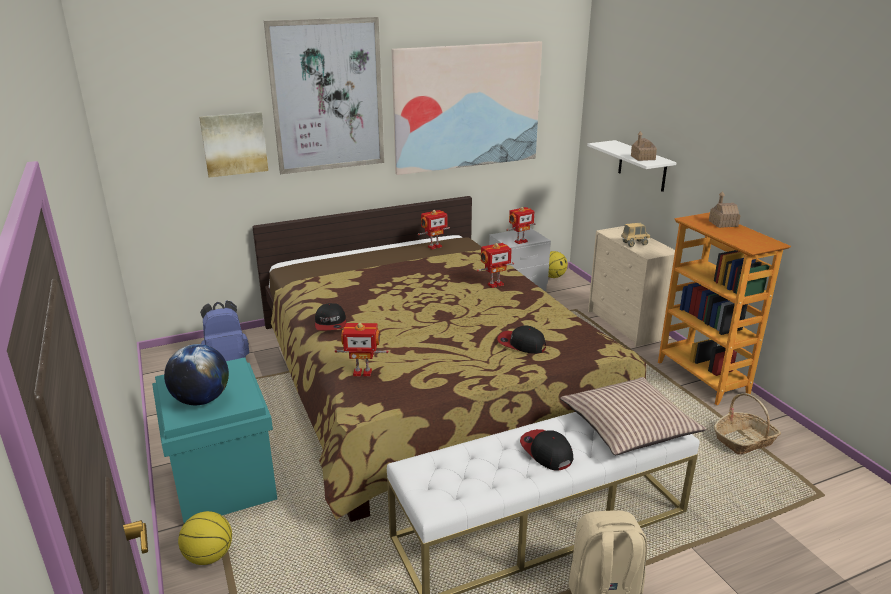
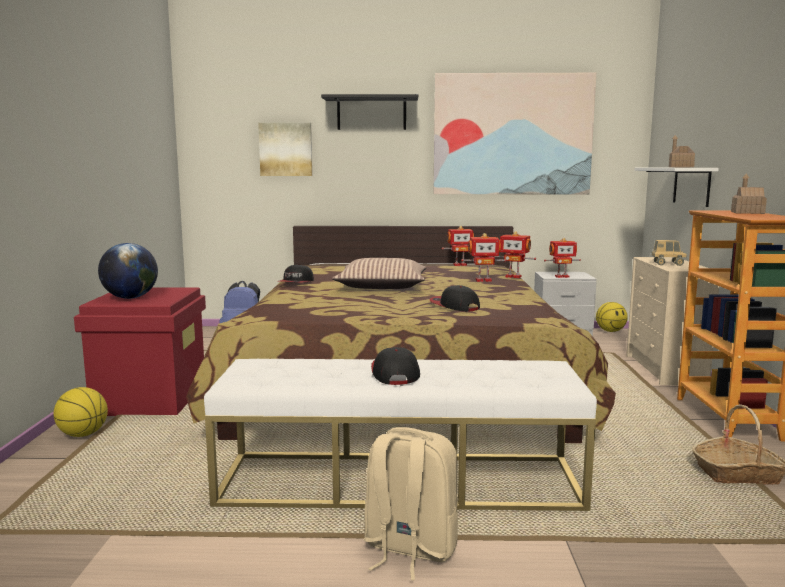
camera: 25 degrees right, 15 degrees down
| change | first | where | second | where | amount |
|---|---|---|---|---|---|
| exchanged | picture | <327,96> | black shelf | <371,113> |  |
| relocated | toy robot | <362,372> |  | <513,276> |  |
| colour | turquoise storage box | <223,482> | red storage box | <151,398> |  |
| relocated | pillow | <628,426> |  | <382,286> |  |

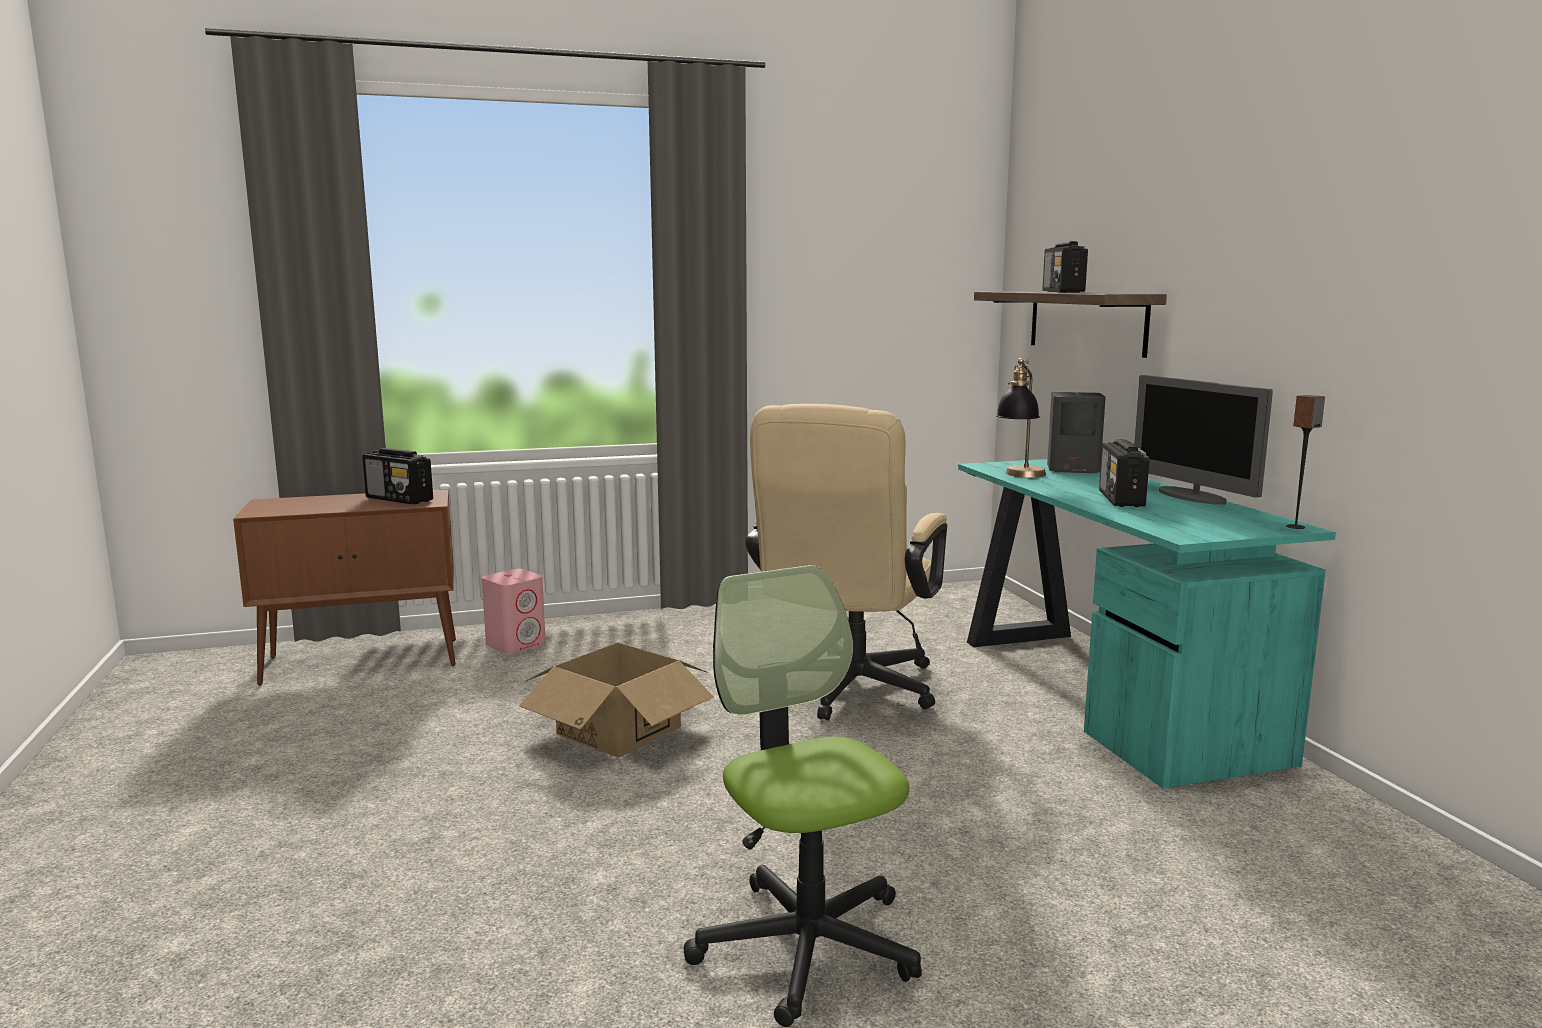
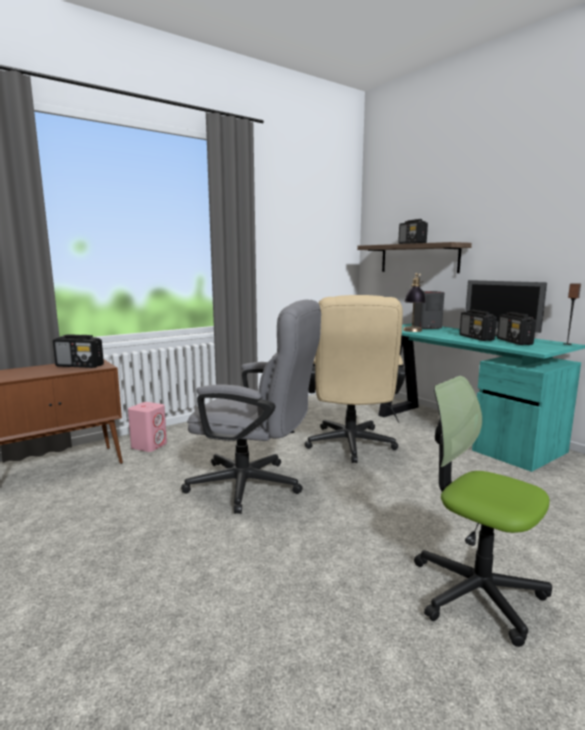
camera: 20 degrees left, 0 degrees up
| change | first | where | second | where | amount |
|---|---|---|---|---|---|
| exchanged | cardboard box | <618,730> | grey office chair | <255,486> |  |
| appeared |  |  | radio | <514,342> |  |

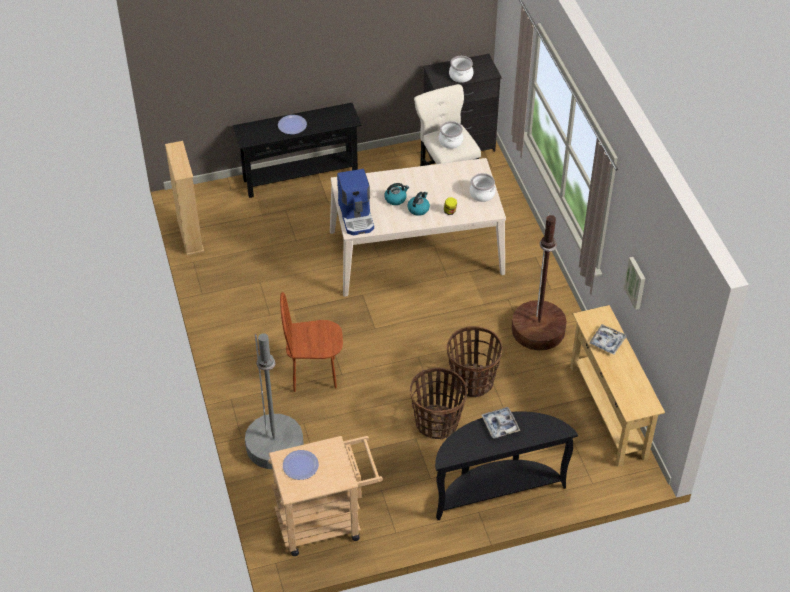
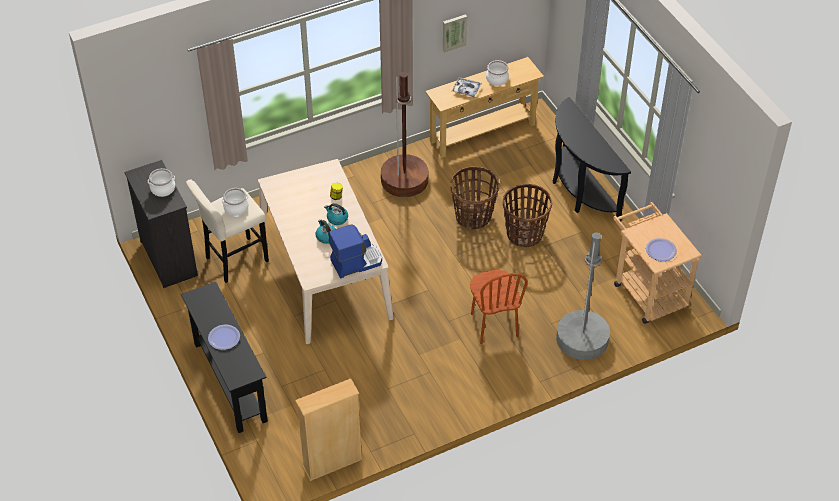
camera: 100 degrees left, 0 degrees up
| change | first | where | second | where | amount |
|---|---|---|---|---|---|
| relocated | cooking pot | <482,194> |  | <497,79> |  |
| missing | tray | <500,425> |  |  |  |

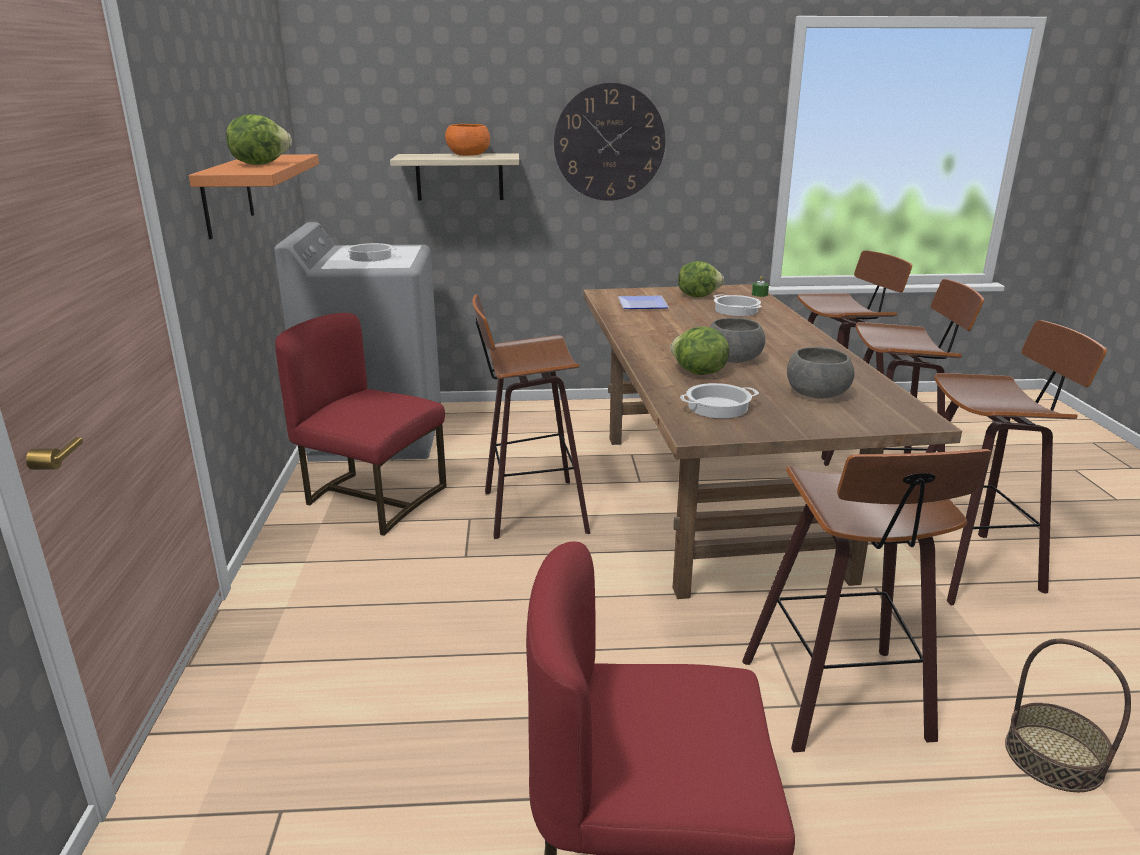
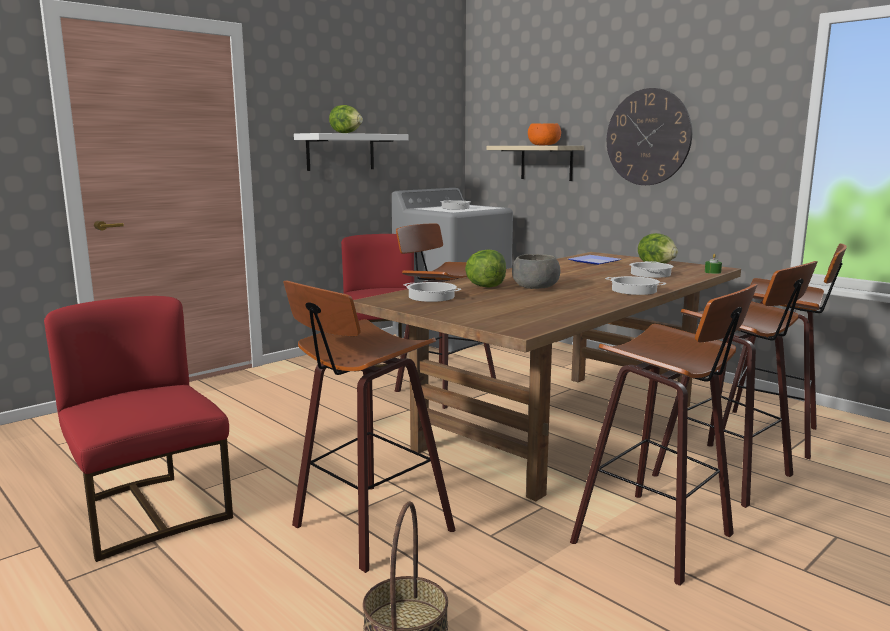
camera: 50 degrees right, 10 degrees down
| change | first | where | second | where | amount |
|---|---|---|---|---|---|
| colour | orange shelf | <227,195> | white shelf | <340,152> |  |
| missing | grey bowl | <816,394> |  |  |  |
| appeared |  |  | cooking pot | <633,290> |  |

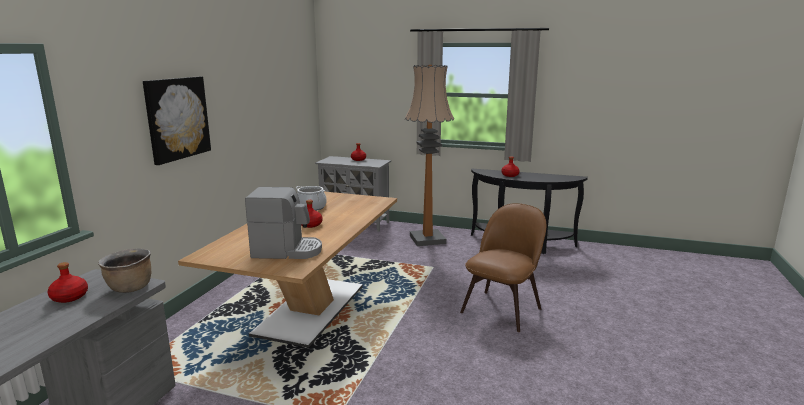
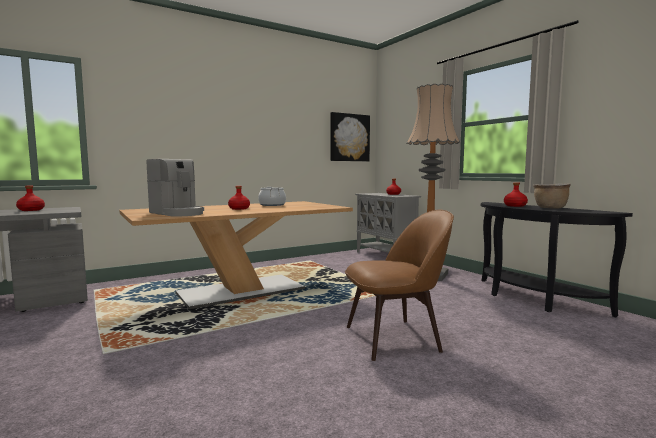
camera: 40 degrees right, 10 degrees down
| change | first | where | second | where | amount |
|---|---|---|---|---|---|
| relocated | picture | <177,118> |  | <349,137> |  |
| relocated | brown cooking pot | <130,288> |  | <550,208> |  |

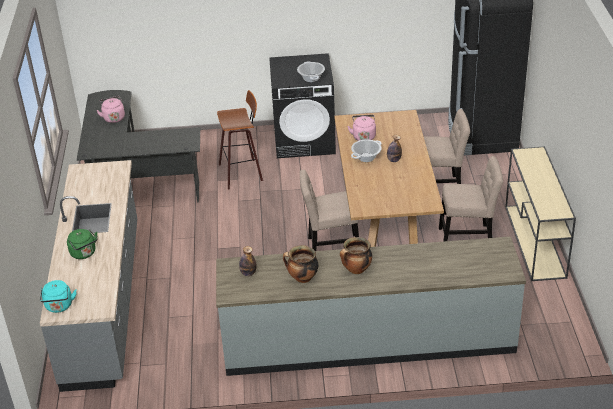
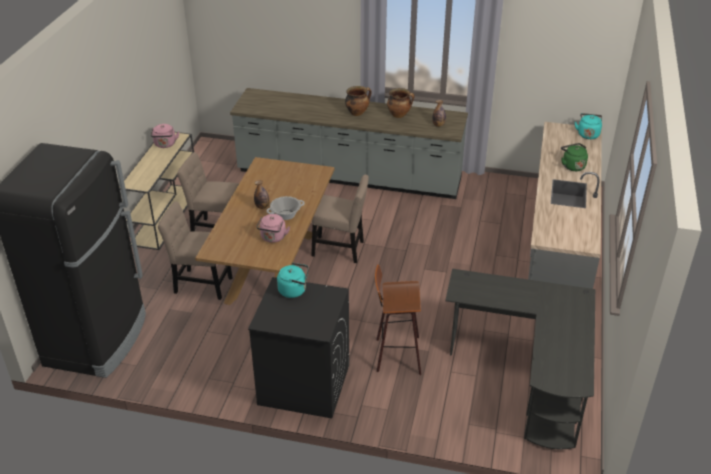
camera: 165 degrees left, 0 degrees up
| change | first | where | second | where | amount |
|---|---|---|---|---|---|
| exchanged | cooking pot | <311,78> | turquoise kettle | <294,290> |  |
| relocated | pink kettle | <113,117> |  | <165,145> |  |

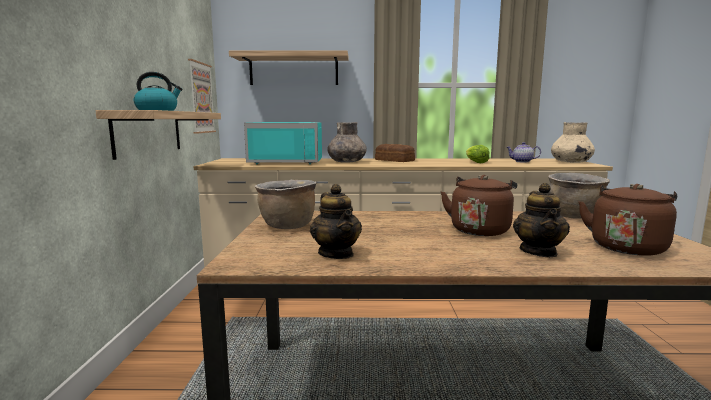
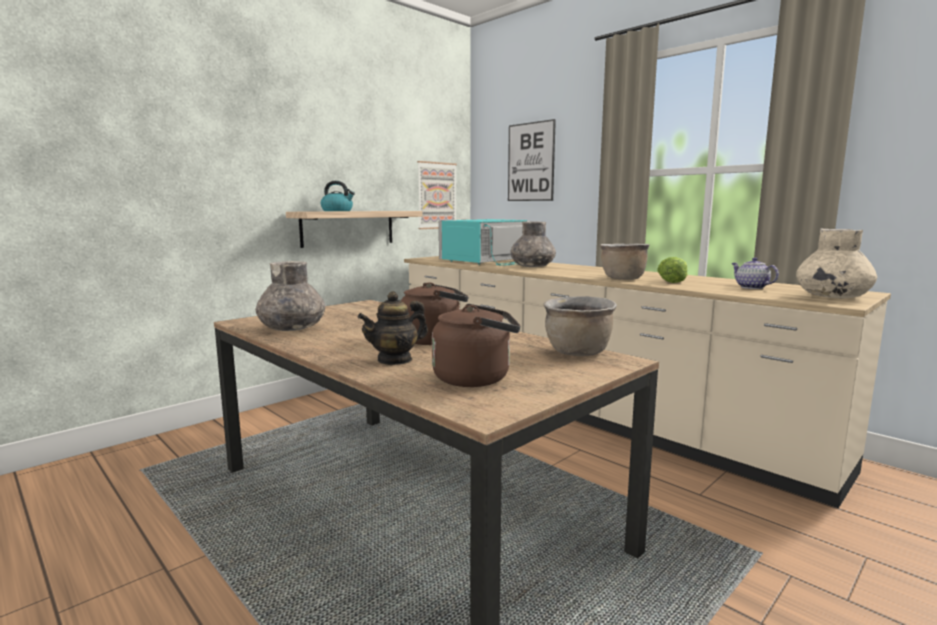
camera: 45 degrees right, 0 degrees up
| change | first | where | second | where | amount |
|---|---|---|---|---|---|
| exchanged | shelf | <293,70> | picture | <531,162> |  |
| spun | turquoise microwave | <288,161> |  | <487,261> | 90 degrees clockwise |
| missing | bread | <394,160> |  |  |  |
| relocated | brown cooking pot | <287,226> |  | <622,279> |  |
| exchanged | teapot | <336,254> | grey vase | <293,329> |  |

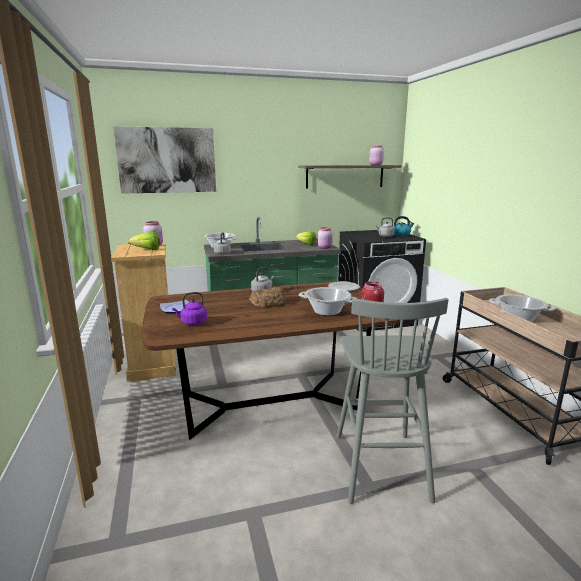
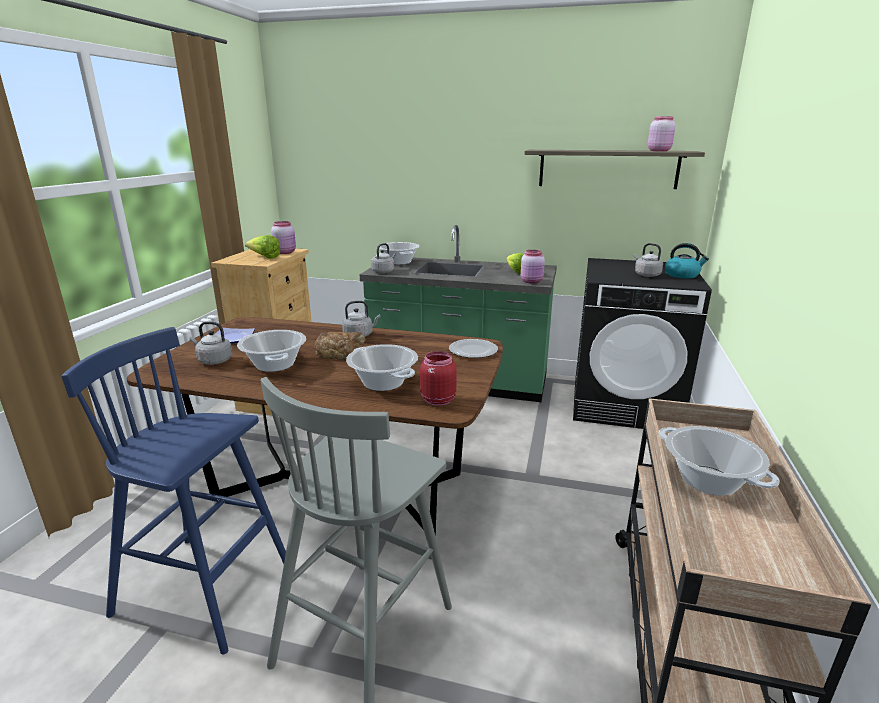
camera: 30 degrees right, 5 degrees up
| change | first | where | second | where | amount |
|---|---|---|---|---|---|
| missing | picture | <167,160> |  |  |  |
| colour | purple kettle | <192,323> | grey kettle | <213,361> |  |
| appeared |  |  | blue stool | <207,591> |  |
| appeared |  |  | cooking pot | <275,365> |  |

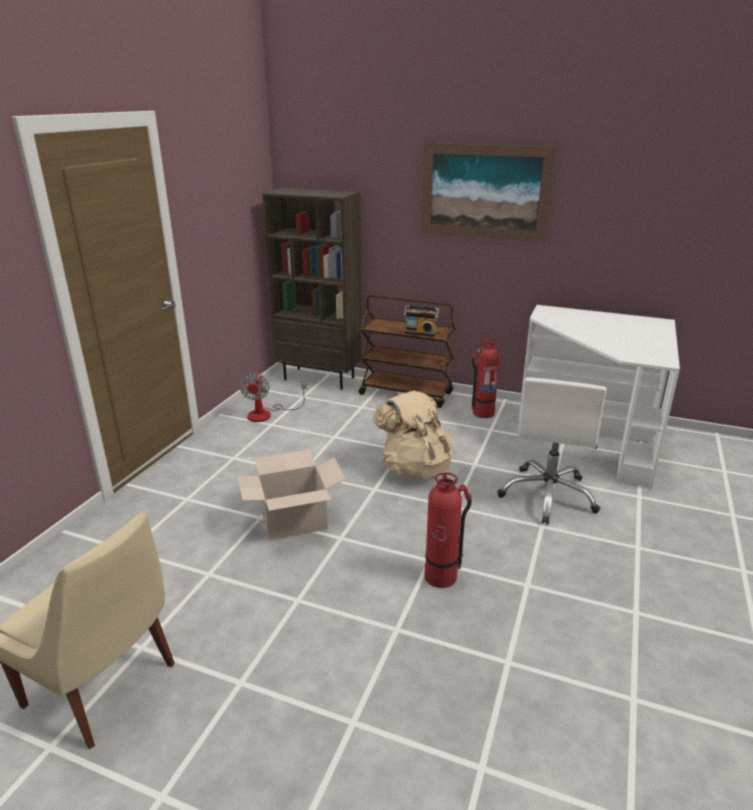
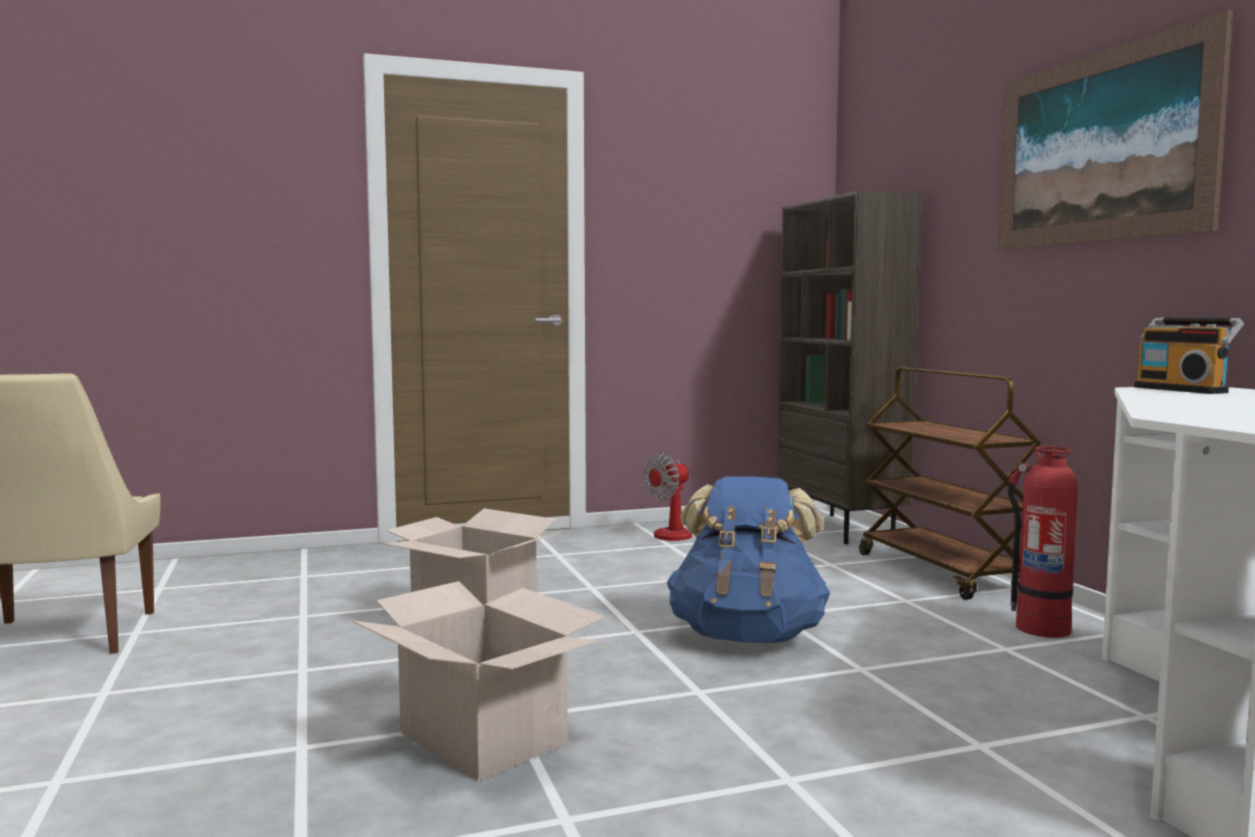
camera: 50 degrees right, 20 degrees down
| change | first | where | second | where | amount |
|---|---|---|---|---|---|
| relocated | radio | <420,333> |  | <1183,390> |  |
| missing | white office chair | <548,496> |  |  |  |
| colour | beige backpack | <414,468> | blue backpack | <747,636> |  |
| exchanged | fire extinguisher | <441,576> | cardboard box | <481,739> |  |

